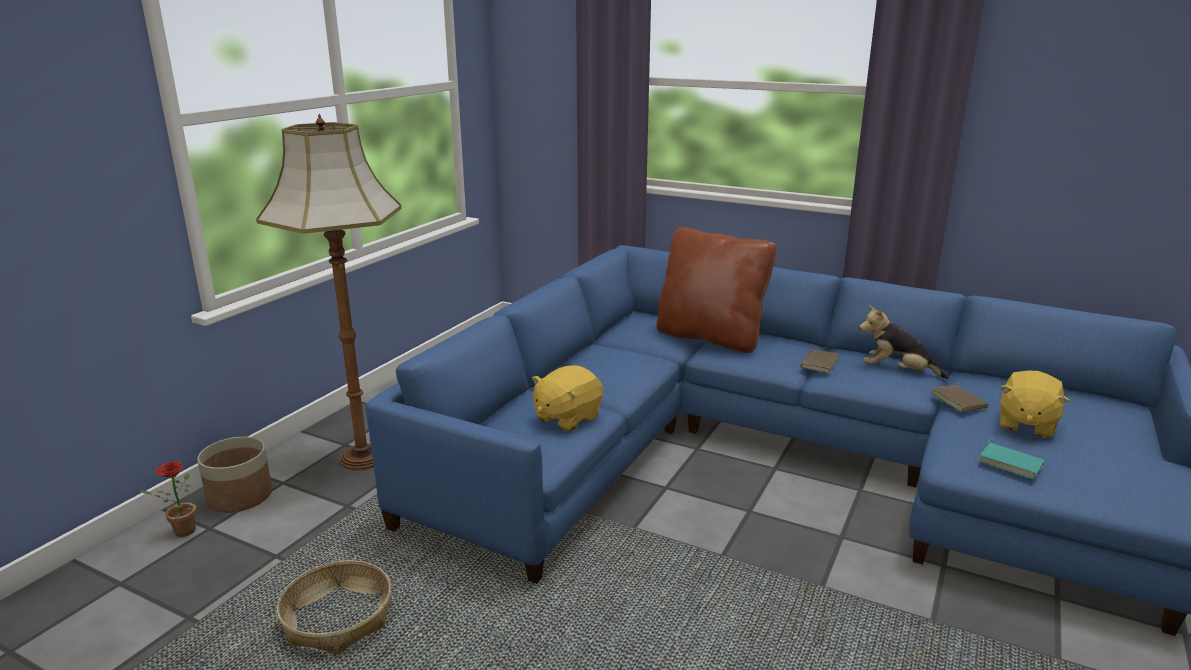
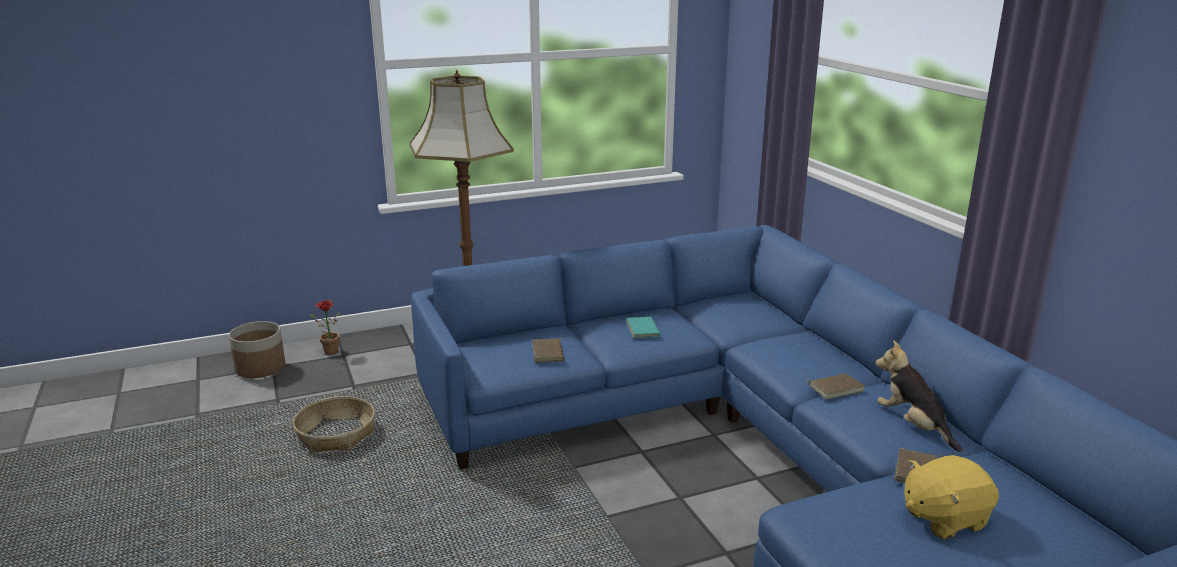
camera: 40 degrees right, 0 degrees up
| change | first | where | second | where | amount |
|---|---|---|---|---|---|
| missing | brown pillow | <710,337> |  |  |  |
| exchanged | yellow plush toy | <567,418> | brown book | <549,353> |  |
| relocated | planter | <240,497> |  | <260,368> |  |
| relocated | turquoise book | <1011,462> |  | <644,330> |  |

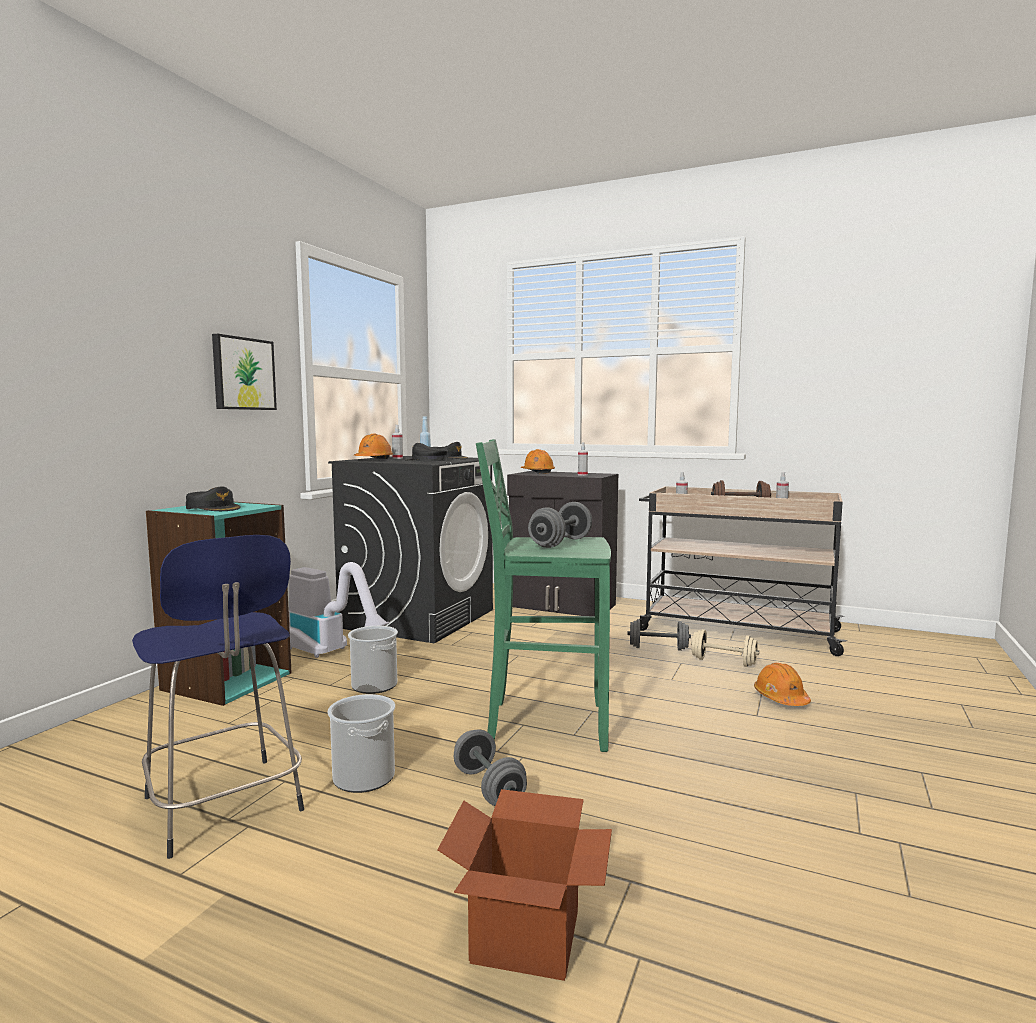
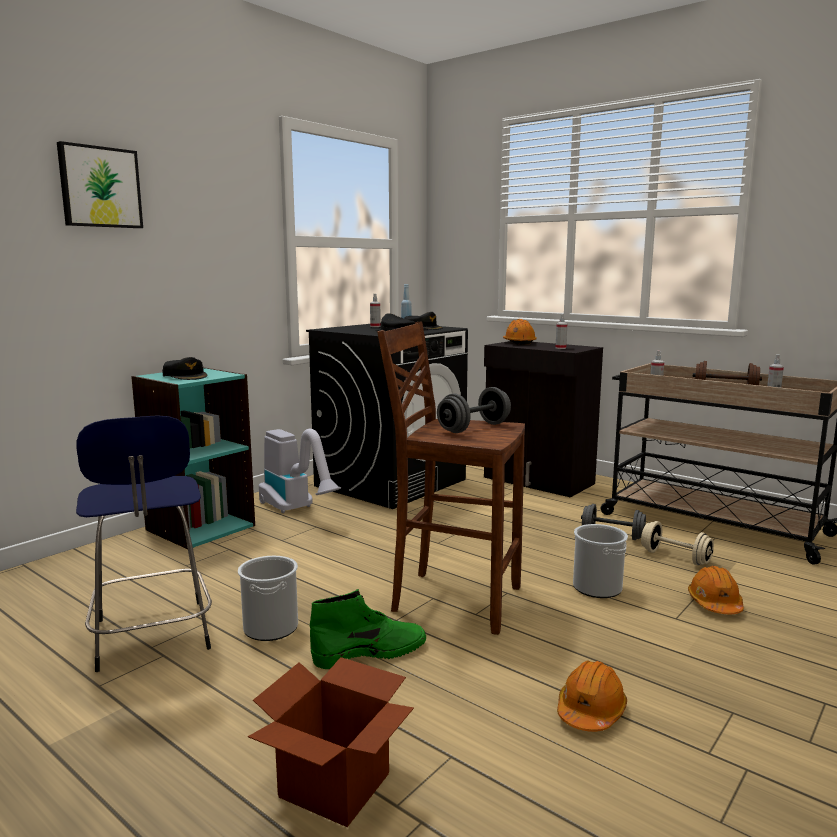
camera: 15 degrees right, 5 degrees up
| change | first | where | second | where | amount |
|---|---|---|---|---|---|
| relocated | picture | <243,374> |  | <100,187> |  |
| relocated | orange hard hat | <374,459> |  | <591,711> |  |
| colour | green stool | <544,723> | brown stool | <453,599> |  |
| relocated | bucket | <374,685> |  | <597,587> |  |
| exchanged | grey dumbbell | <489,788> | green boot | <371,652> |  |

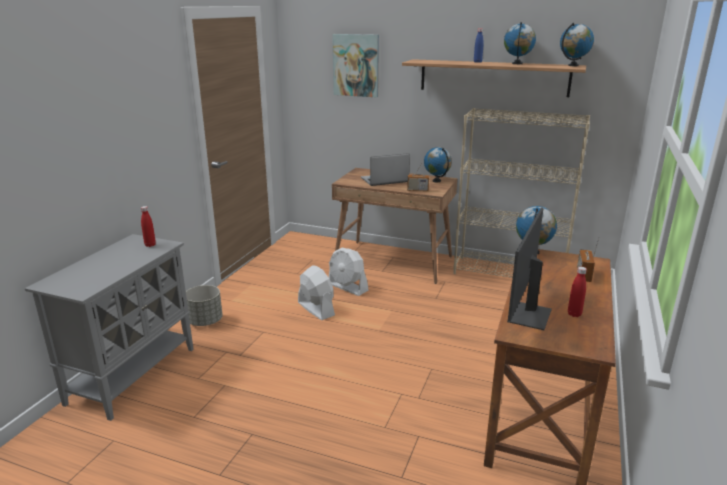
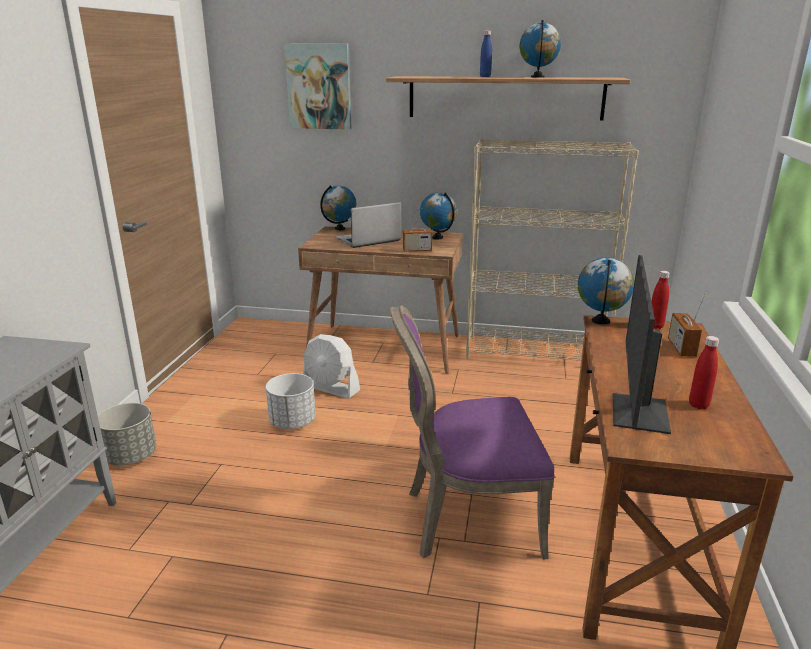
camera: 10 degrees left, 0 degrees up
| change | first | where | second | where | amount |
|---|---|---|---|---|---|
| relocated | globe | <573,65> |  | <339,229> |  |
| relocated | red bottle | <150,245> |  | <655,326> |  |
| exchanged | white fan | <316,309> | white planter | <292,422> |  |
| appeared |  |  | purple chair | <466,519> |  |

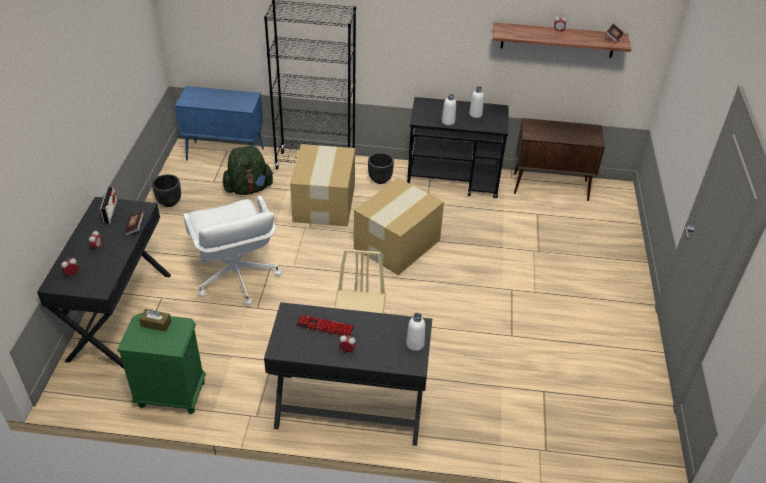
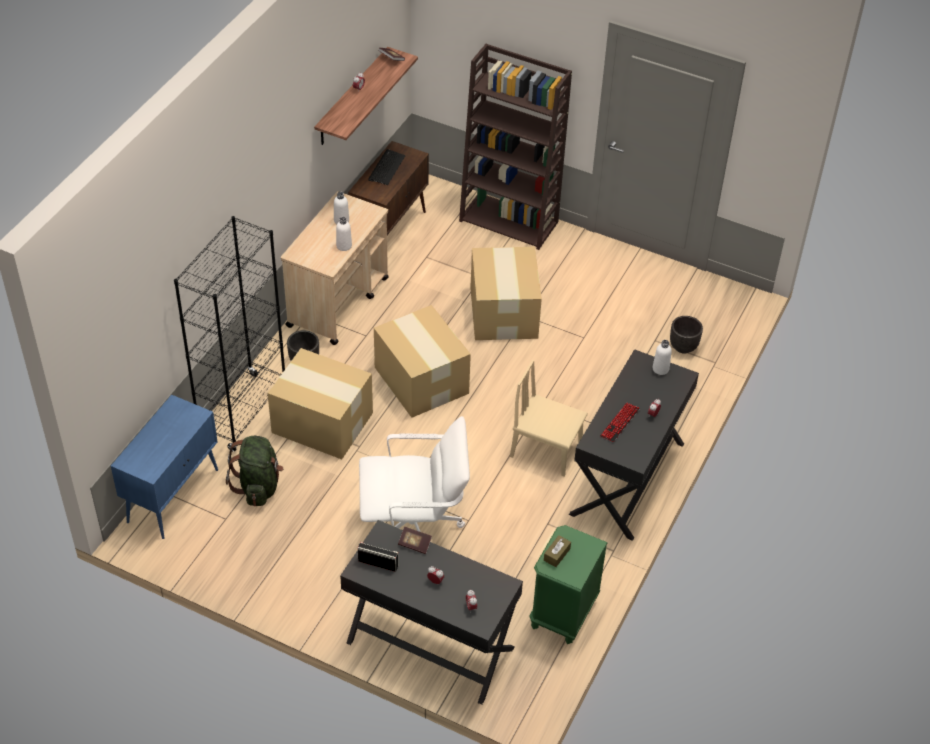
camera: 70 degrees left, 5 degrees up
| change | first | where | second | where | amount |
|---|---|---|---|---|---|
| colour | black cart | <453,180> | beige cart | <338,301> |  |
| relocated | black planter | <169,202> |  | <683,347> |  |
| appeared |  |  | brown bookcase | <510,221> |  |
| appeared |  |  | keyboard | <386,168> |  |
| appeared |  |  | cardboard box | <504,312> |  |

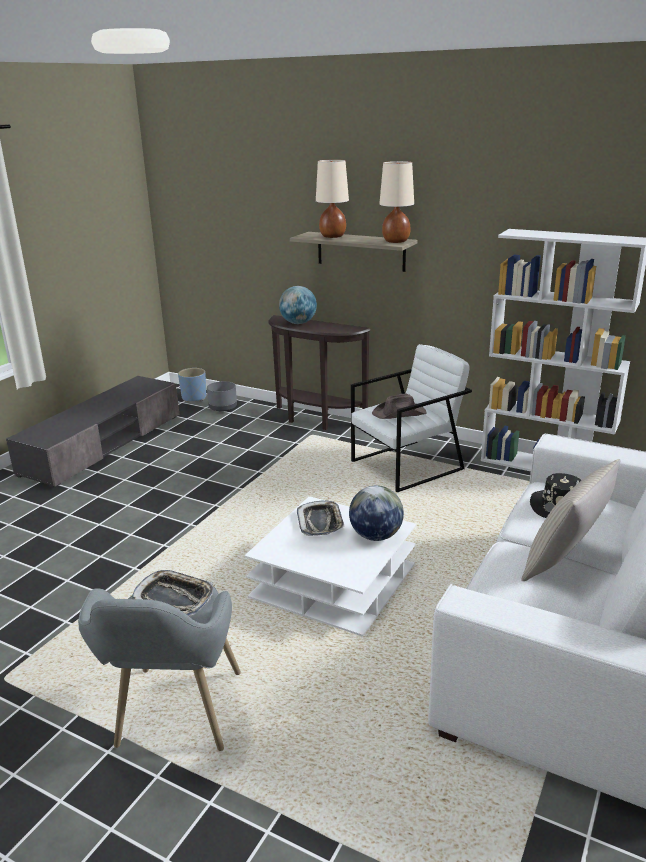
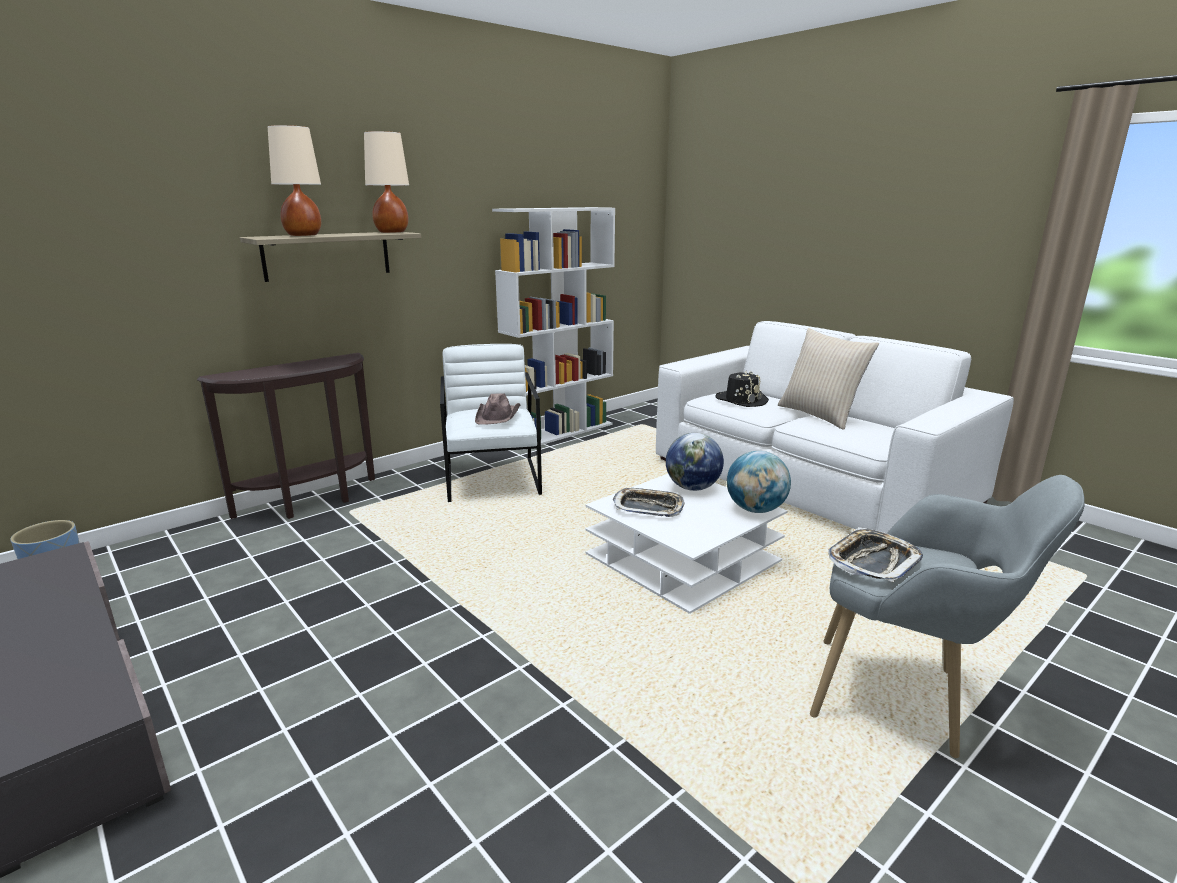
camera: 70 degrees left, 5 degrees down
| change | first | where | second | where | amount |
|---|---|---|---|---|---|
| relocated | globe | <298,323> |  | <755,510> |  |
| missing | grey planter | <222,408> |  |  |  |

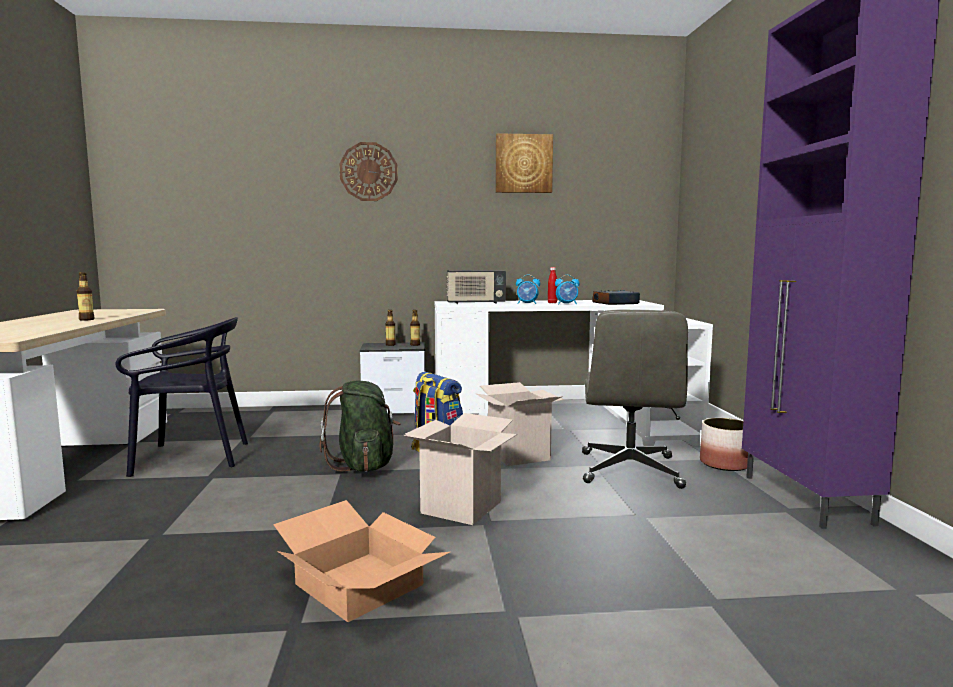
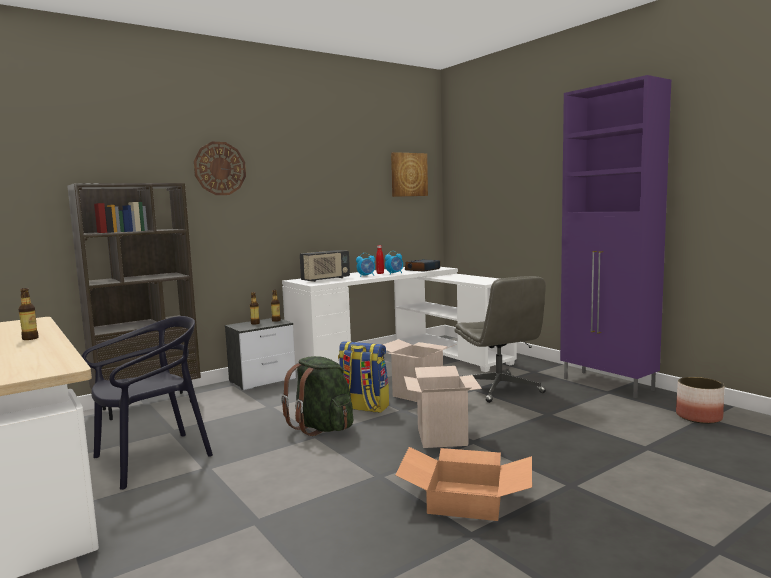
camera: 30 degrees left, 0 degrees up
| change | first | where | second | where | amount |
|---|---|---|---|---|---|
| relocated | picture | <523,164> |  | <408,174> |  |
| relocated | planter | <725,464> |  | <699,417> |  |
| appeared |  |  | brown bookcase | <149,405> |  |

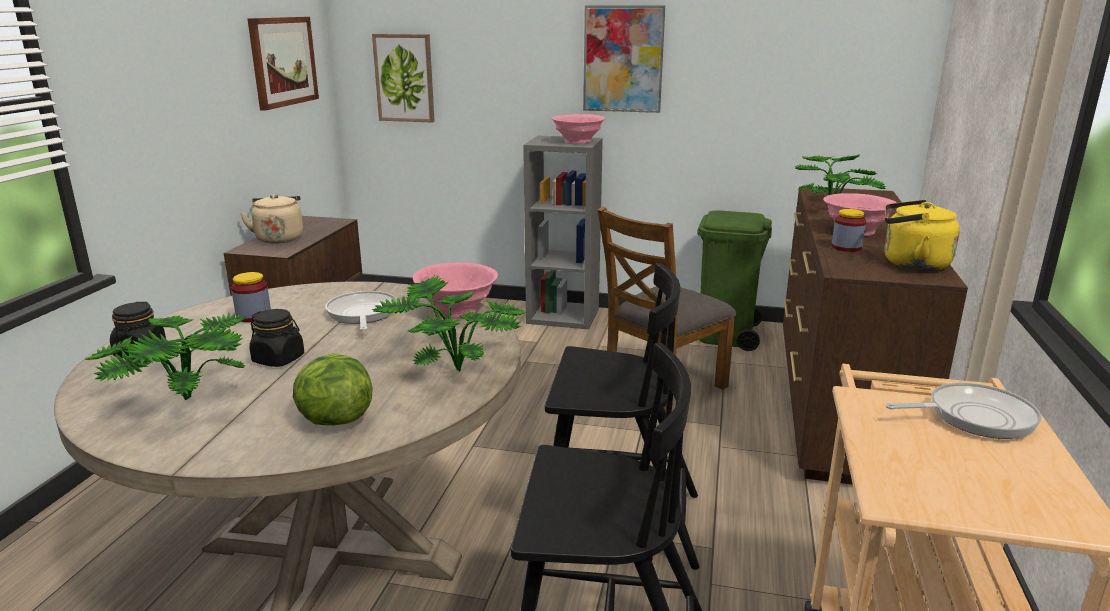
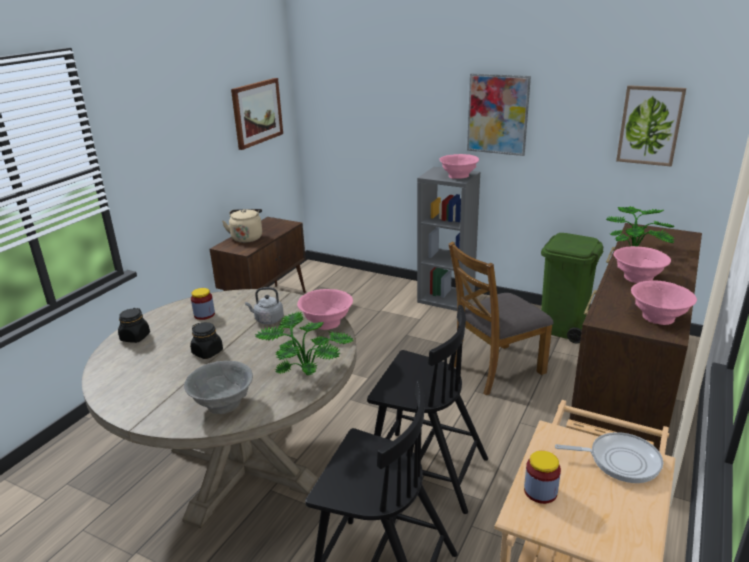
camera: 15 degrees right, 5 degrees up
| change | first | where | second | where | amount |
|---|---|---|---|---|---|
| relocated | picture | <404,78> |  | <650,125> |  |
| exchanged | yellow kettle | <911,264> | pink bowl | <658,317> |  |
| relocated | jar | <846,247> |  | <540,491> |  |
| exchanged | frying pan | <362,314> | grey kettle | <267,320> |  |
| missing | potted plant | <182,404> |  |  |  |
| exchanged | lettuce | <333,420> | grey bowl | <222,404> |  |

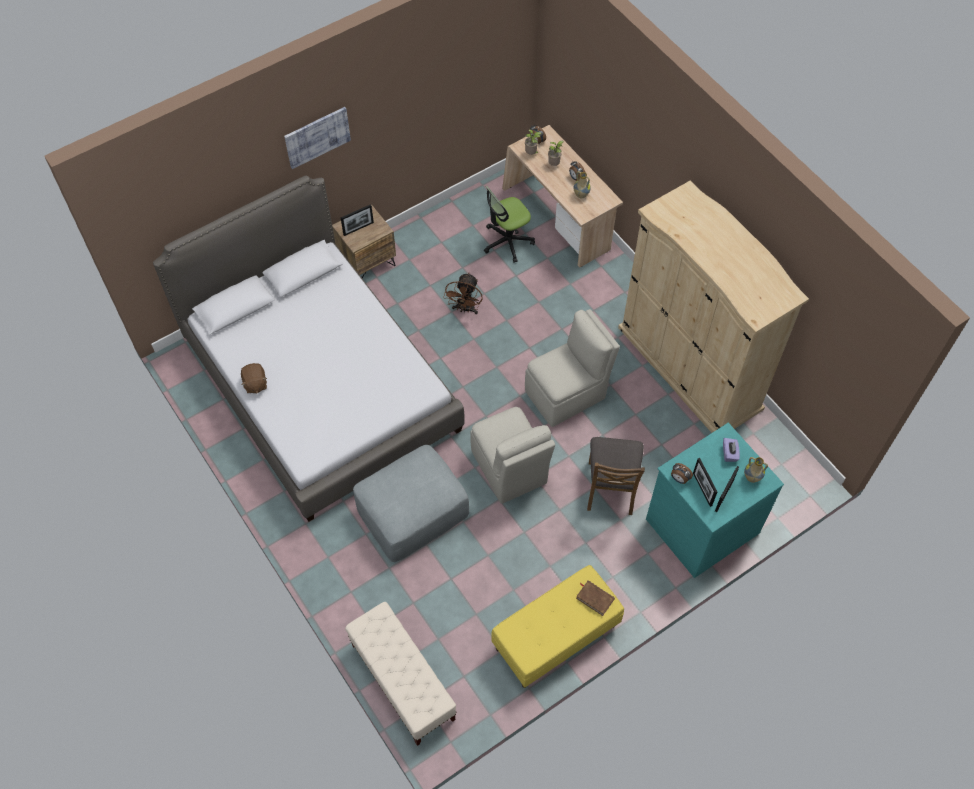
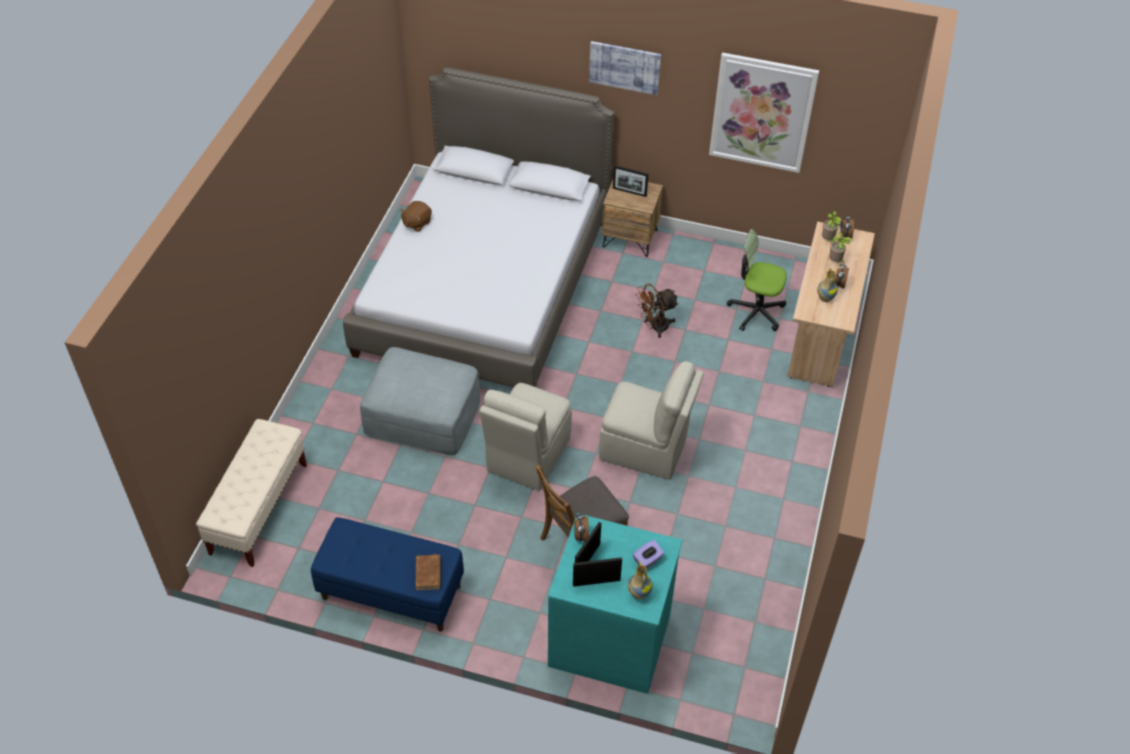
camera: 50 degrees right, 10 degrees down
| change | first | where | second | where | amount |
|---|---|---|---|---|---|
| missing | beige wardrobe | <689,367> |  |  |  |
| colour | yellow bench | <555,638> | blue bench | <390,592> |  |
| appeared |  |  | picture | <762,112> |  |

